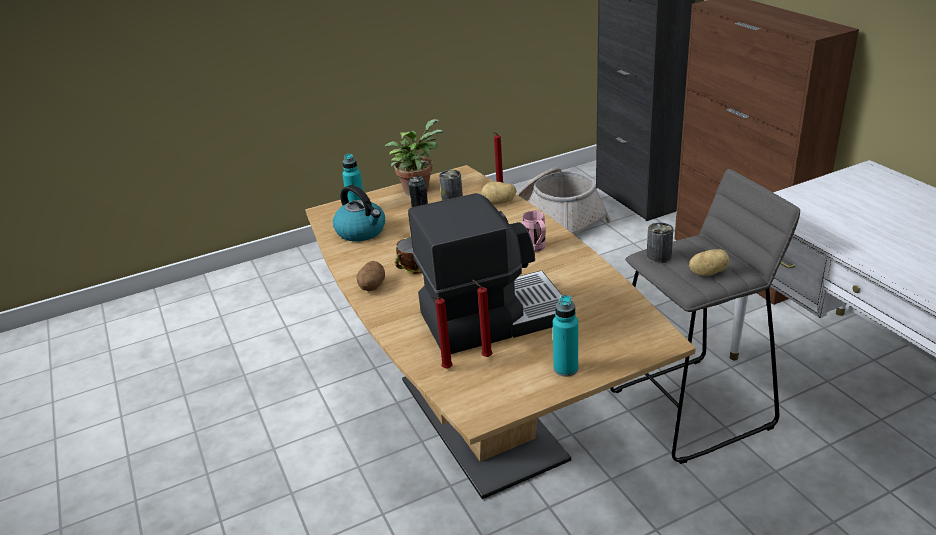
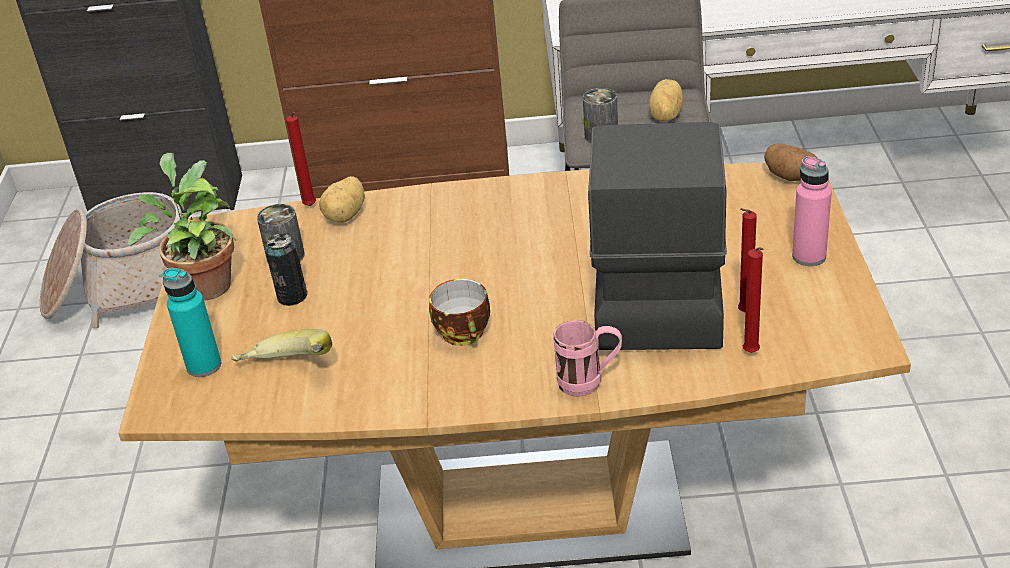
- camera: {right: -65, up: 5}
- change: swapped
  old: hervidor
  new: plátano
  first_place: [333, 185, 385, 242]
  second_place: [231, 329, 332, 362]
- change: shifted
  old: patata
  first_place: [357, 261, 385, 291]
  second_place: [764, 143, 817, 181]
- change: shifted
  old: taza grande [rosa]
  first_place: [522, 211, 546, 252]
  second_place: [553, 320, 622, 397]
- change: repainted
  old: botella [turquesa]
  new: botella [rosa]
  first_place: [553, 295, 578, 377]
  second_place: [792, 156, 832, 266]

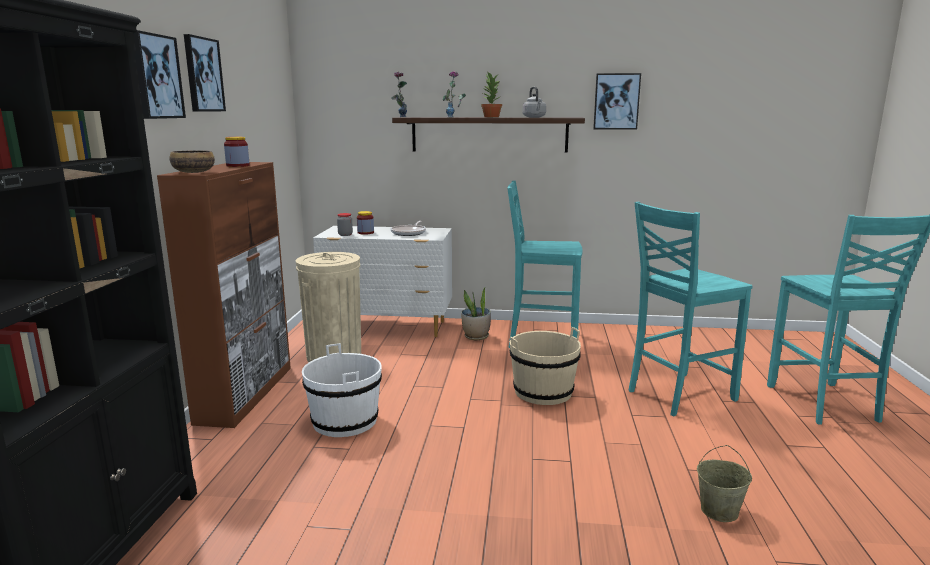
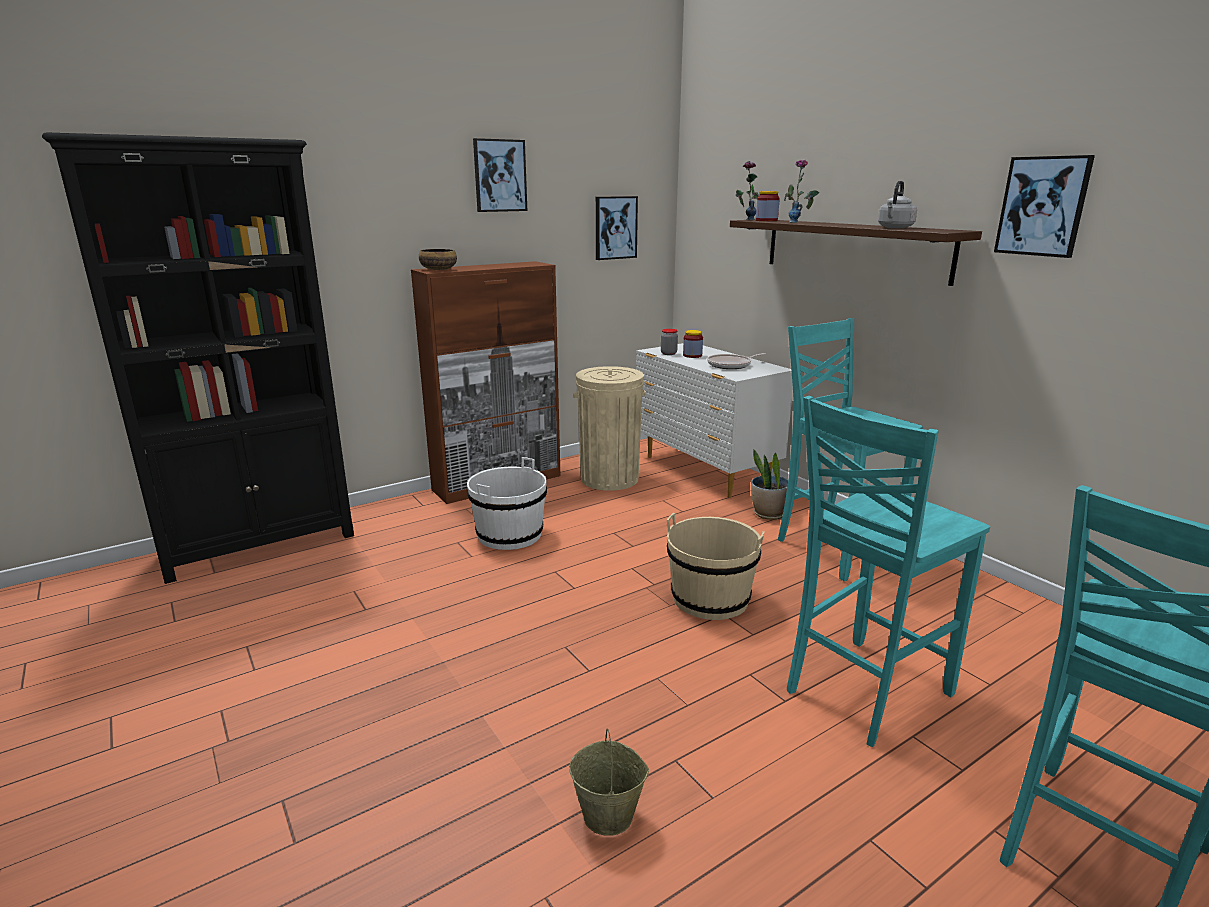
- camera: {right: 50, up: 5}
- change: shifted
  old: cuadro
  first_place: [134, 30, 186, 119]
  second_place: [596, 196, 638, 260]
- change: shifted
  old: tarro
  first_place: [224, 137, 250, 167]
  second_place: [756, 191, 780, 221]
- change: gone
  old: planta en maceta
  first_place: [481, 73, 502, 117]
- change: rotated
  old: silla [turquesa]
  first_place: [629, 202, 753, 416]
  second_place: [787, 396, 990, 747]
  degrees: -60

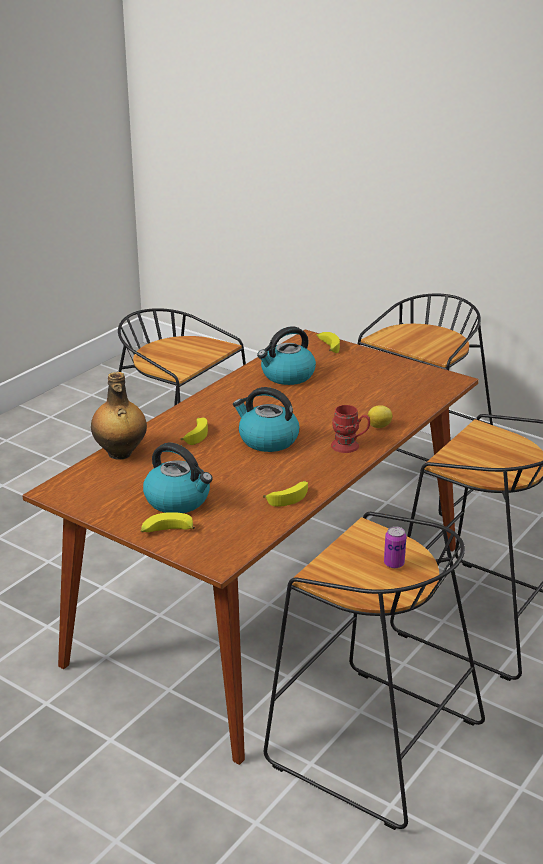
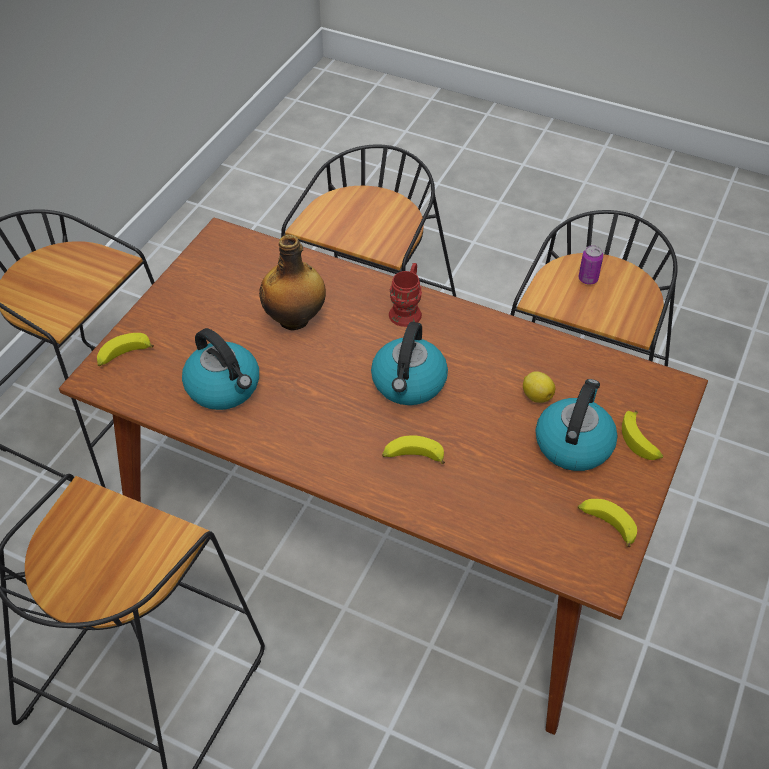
- camera: {right: -100, up: 20}
- change: shifted
  old: botella
  first_place: [91, 372, 147, 460]
  second_place: [259, 235, 326, 331]
- change: shifted
  old: plátano
  first_place: [263, 481, 308, 507]
  second_place: [578, 499, 637, 547]
- change: shifted
  old: limón
  first_place: [367, 405, 393, 428]
  second_place: [523, 371, 555, 403]

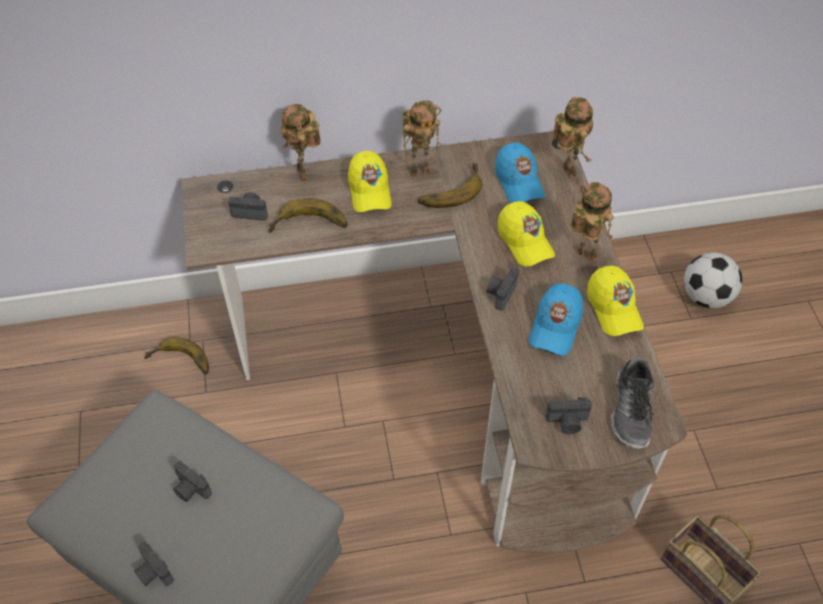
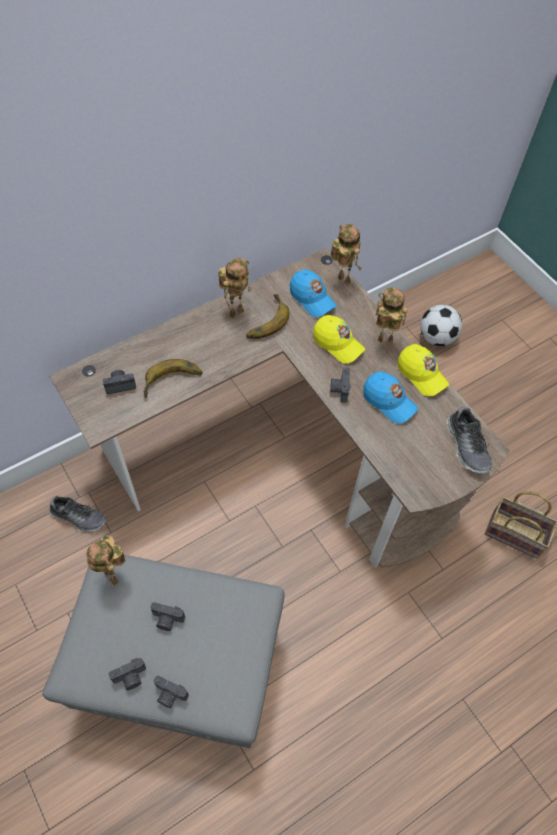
- camera: {right: -25, up: 5}
- change: swapped
  old: plátano
  new: zapato
  first_place: [145, 337, 209, 375]
  second_place: [50, 496, 106, 533]
- change: shifted
  old: robot de juguete
  first_place: [281, 104, 321, 181]
  second_place: [87, 535, 125, 585]
- change: gone
  old: gorra [amarillo]
  first_place: [348, 151, 392, 213]
- change: rotated
  old: gorra [azul]
  first_place: [529, 283, 583, 355]
  second_place: [363, 371, 418, 423]
  degrees: -45
- change: shifted
  old: cámara
  first_place: [546, 397, 592, 434]
  second_place: [108, 658, 146, 690]

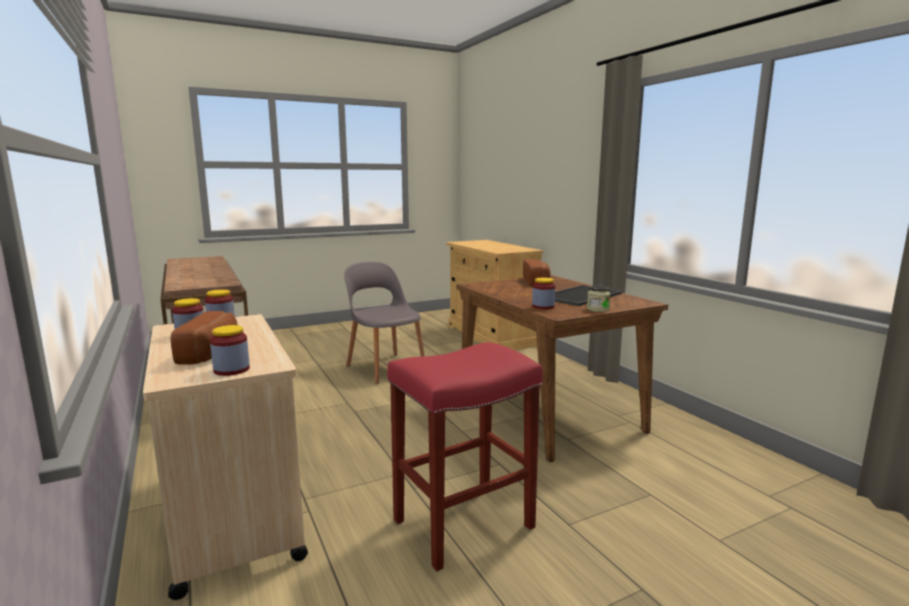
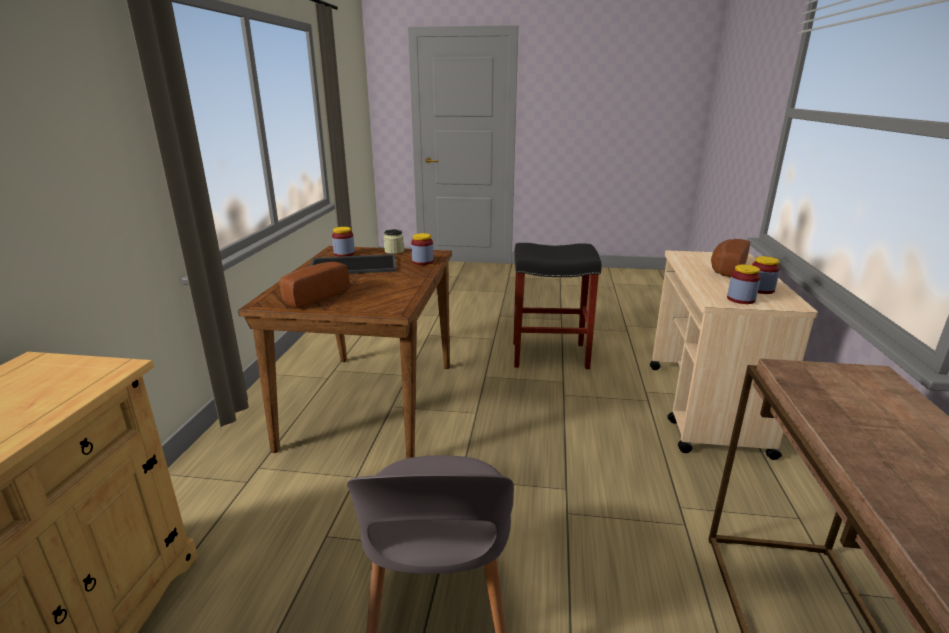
- camera: {right: -145, up: 10}
- change: shifted
  old: tarro
  first_place: [210, 325, 250, 376]
  second_place: [332, 227, 355, 257]
- change: repainted
  old: taburete [rojo]
  new: taburete [negro]
  first_place: [387, 342, 543, 571]
  second_place: [513, 243, 601, 369]

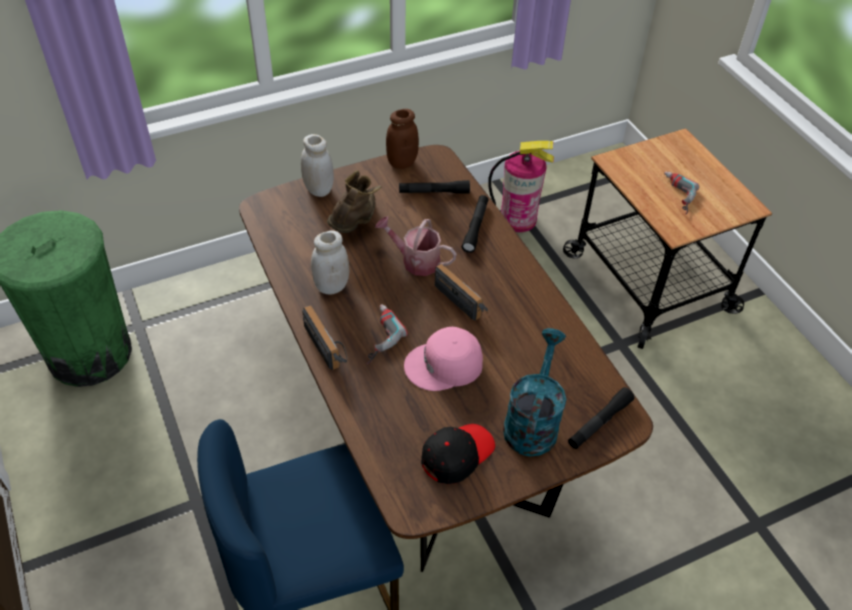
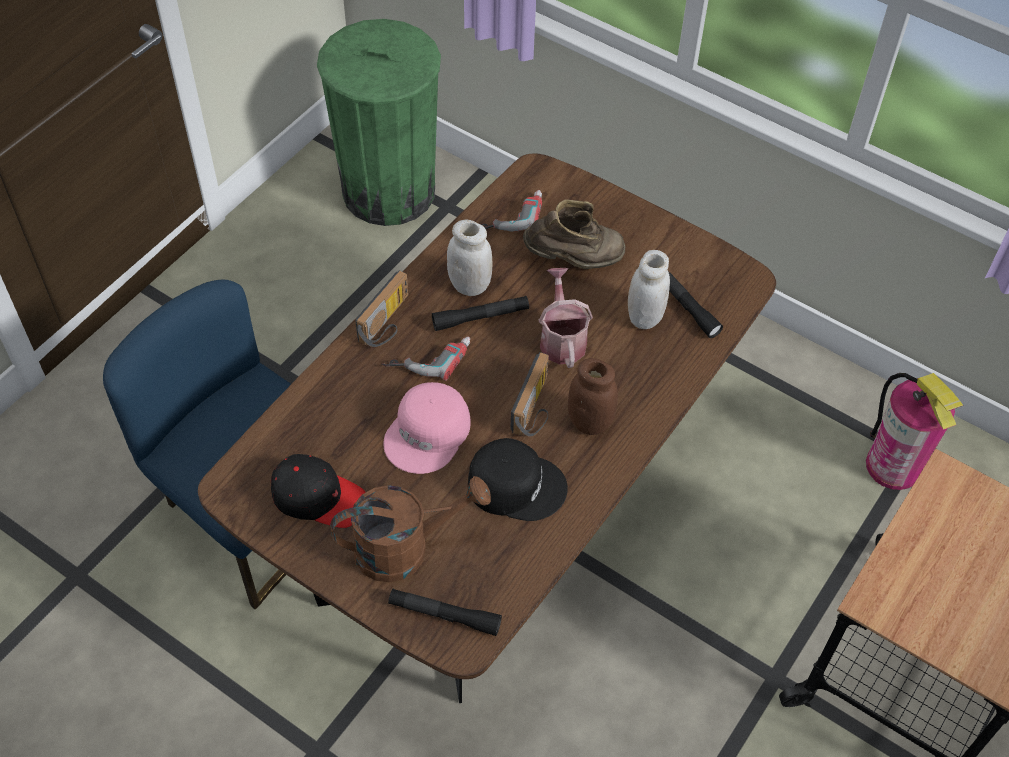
- camera: {right: 60, up: 5}
- change: shifted
  old: tarro [blanco]
  first_place: [301, 134, 334, 197]
  second_place: [628, 250, 670, 329]
- change: shifted
  old: tarro [marrón]
  first_place: [386, 109, 419, 169]
  second_place: [568, 358, 618, 435]
- change: rotated
  old: gorra [rosa]
  first_place: [404, 327, 483, 391]
  second_place: [383, 382, 471, 474]
  degrees: -105
- change: shifted
  old: linterna [negro]
  first_place: [462, 195, 489, 253]
  second_place: [432, 296, 529, 331]
- change: repainted
  old: regadera [turquesa]
  new: regadera [marrón]
  first_place: [503, 328, 566, 457]
  second_place: [330, 476, 491, 583]
- change: shifted
  old: taladro
  first_place: [664, 172, 699, 214]
  second_place: [481, 190, 542, 232]
- change: new
  new: gorra [negro]
  second_place: [468, 438, 568, 521]

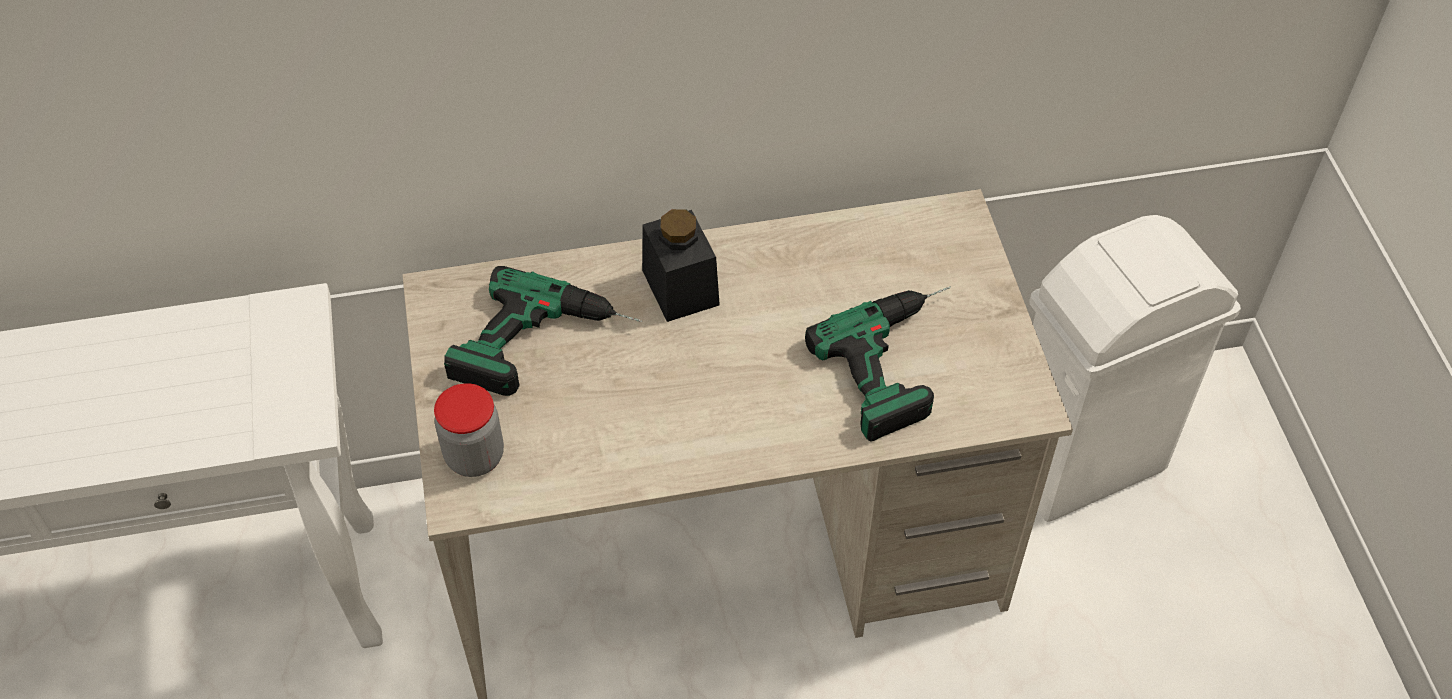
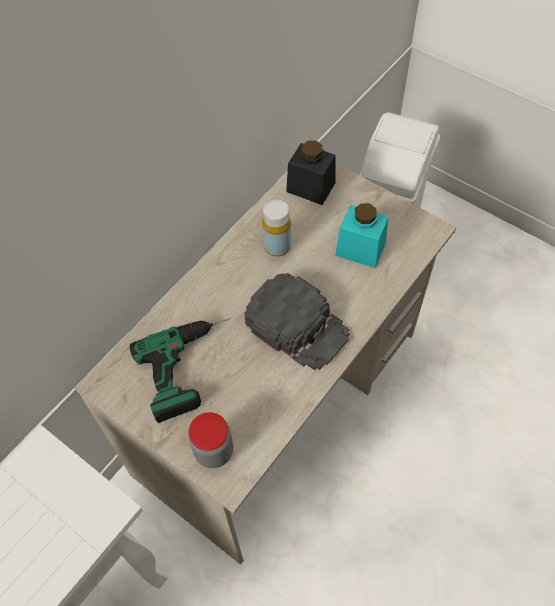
- camera: {right: -40, up: 5}
- change: shifted
  old: tarro [negro]
  first_place: [642, 209, 720, 322]
  second_place: [286, 141, 335, 205]
- change: swapped
  old: taladro
  new: tarro [turquesa]
  first_place: [805, 287, 951, 442]
  second_place: [335, 203, 389, 268]
- change: new
  new: gorra [negro]
  second_place: [244, 273, 350, 370]
- change: new
  new: botella [amarillo]
  second_place: [262, 200, 291, 257]

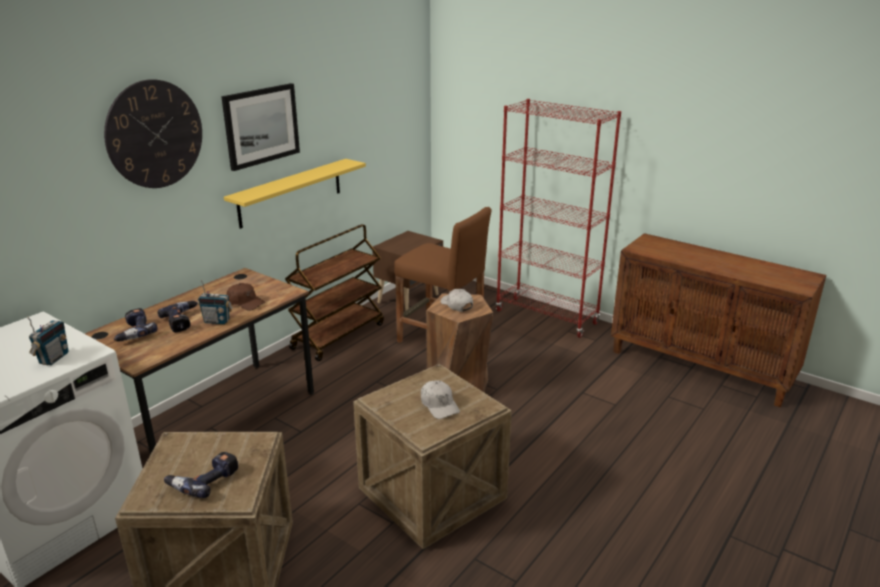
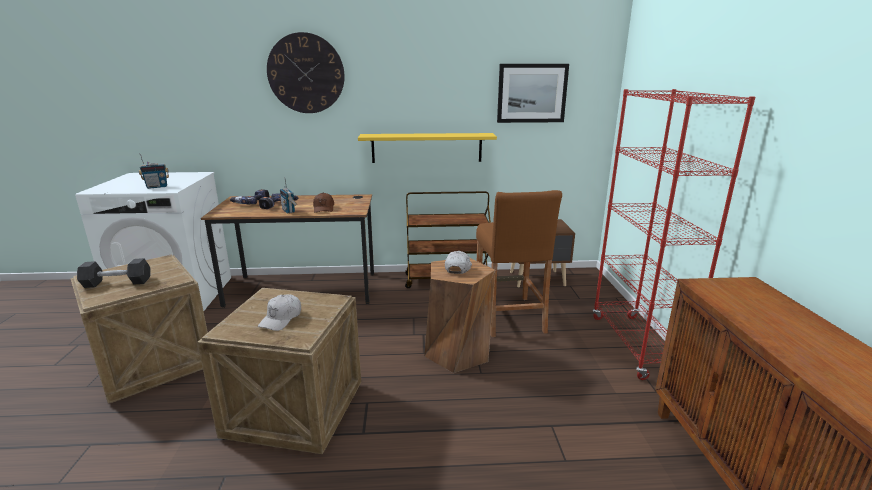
- camera: {right: 50, up: -5}
- change: swapped
  old: taladro
  new: mancuerna [gris]
  first_place: [164, 452, 238, 498]
  second_place: [77, 258, 150, 288]
- change: shifted
  old: cuadro
  first_place: [221, 83, 300, 171]
  second_place: [497, 64, 569, 123]

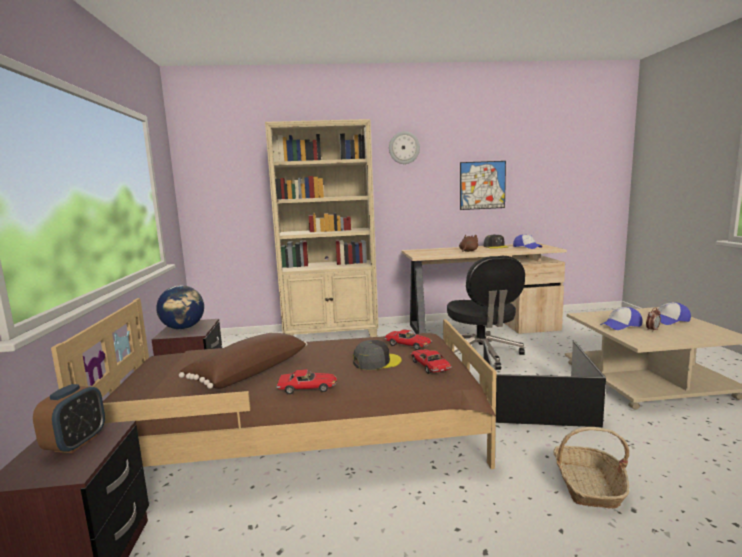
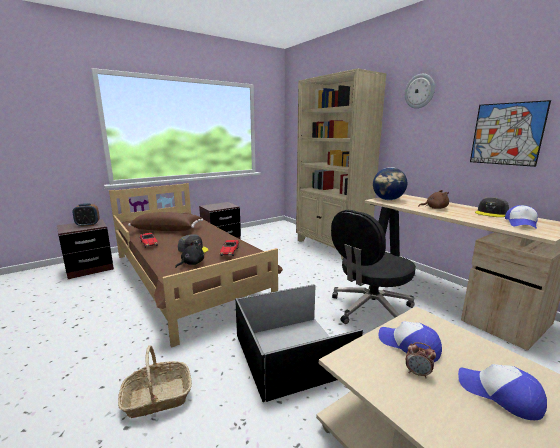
- camera: {right: 60, up: 5}
- change: shifted
  old: globo terráqueo
  first_place: [156, 285, 204, 329]
  second_place: [373, 167, 407, 200]
- change: swapped
  old: coche de juguete
  new: peluche [negro]
  first_place: [411, 349, 452, 374]
  second_place: [175, 241, 204, 268]

